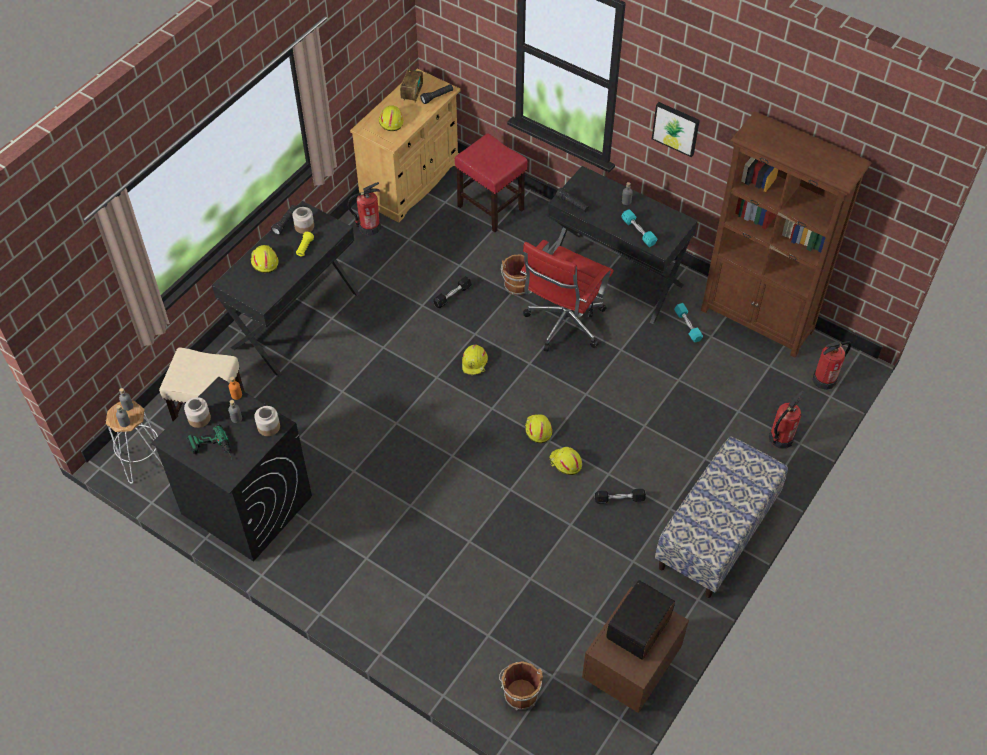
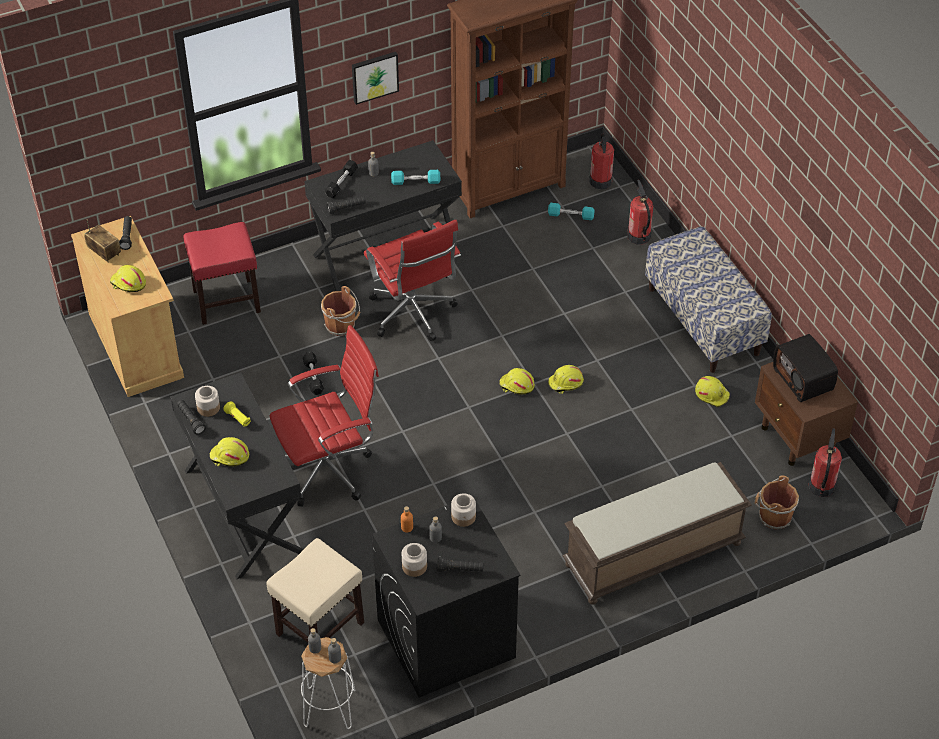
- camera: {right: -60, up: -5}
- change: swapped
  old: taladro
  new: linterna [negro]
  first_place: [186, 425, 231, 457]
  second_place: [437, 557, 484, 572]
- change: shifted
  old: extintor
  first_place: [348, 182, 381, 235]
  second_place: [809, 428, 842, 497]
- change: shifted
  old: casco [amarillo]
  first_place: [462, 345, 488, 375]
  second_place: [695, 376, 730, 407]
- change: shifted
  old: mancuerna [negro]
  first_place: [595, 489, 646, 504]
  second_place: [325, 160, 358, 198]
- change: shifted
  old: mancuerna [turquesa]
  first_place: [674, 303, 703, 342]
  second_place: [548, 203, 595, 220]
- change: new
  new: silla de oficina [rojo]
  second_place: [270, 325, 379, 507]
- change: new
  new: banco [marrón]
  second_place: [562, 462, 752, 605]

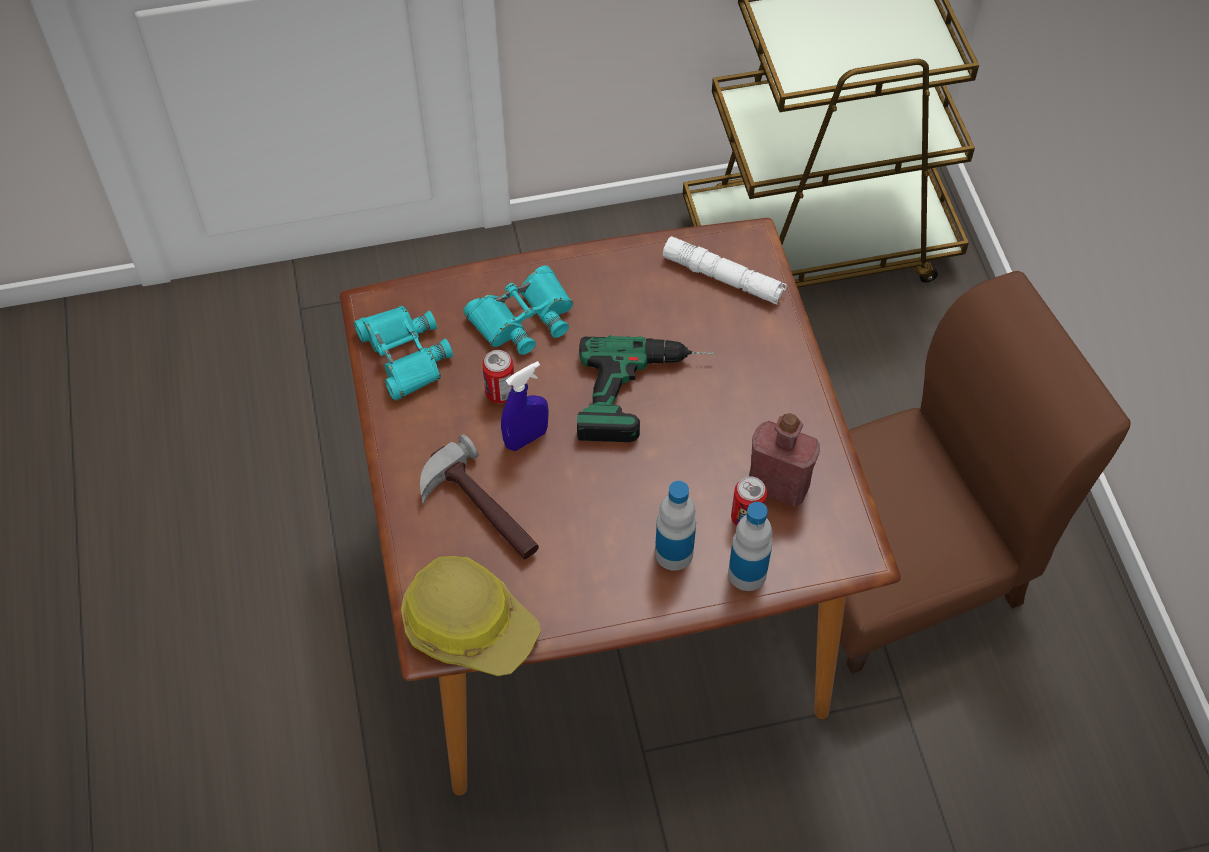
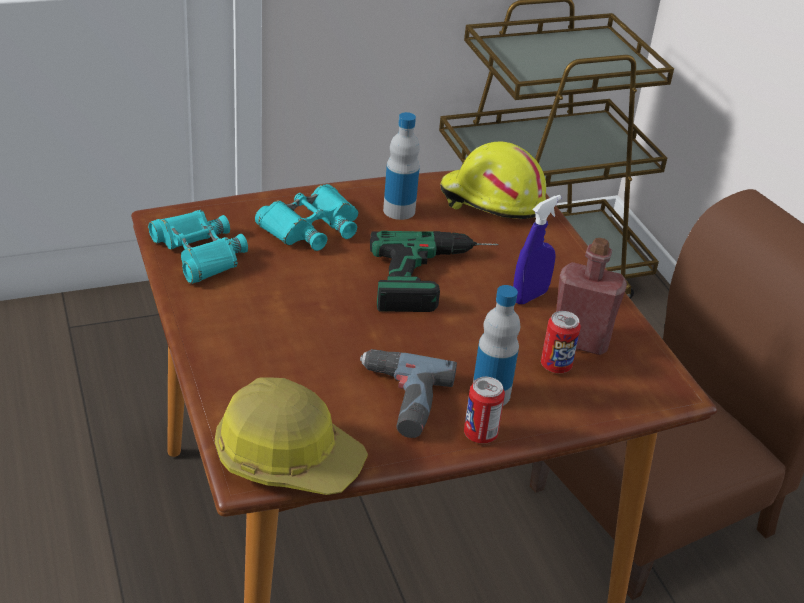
- camera: {right: -10, up: -20}
- change: gone
  old: martillo
  first_place: [420, 434, 539, 560]
- change: shifted
  old: lata
  first_place: [482, 350, 514, 404]
  second_place: [464, 377, 505, 443]
- change: shifted
  old: pulverizador [azul]
  first_place: [501, 361, 549, 451]
  second_place: [513, 195, 561, 304]
- change: swapped
  old: linterna [blanco]
  new: casco [amarillo]
  first_place: [663, 236, 787, 305]
  second_place: [440, 142, 546, 219]
- change: shifted
  old: botella
  first_place: [728, 502, 772, 591]
  second_place: [383, 112, 420, 220]
- change: new
  new: taladro
  second_place: [360, 349, 457, 438]

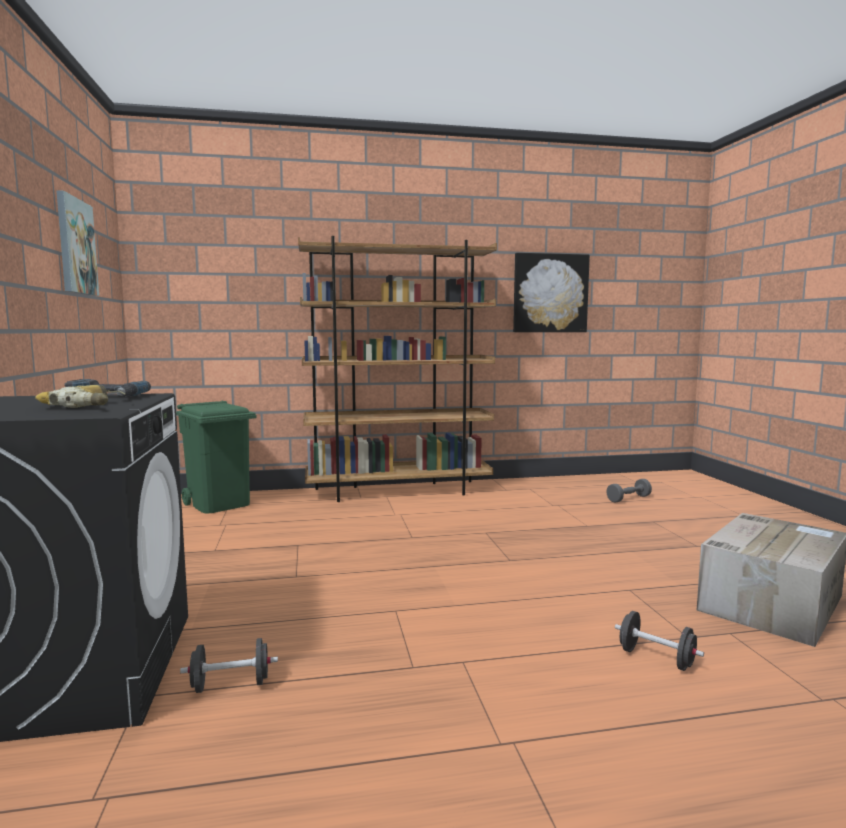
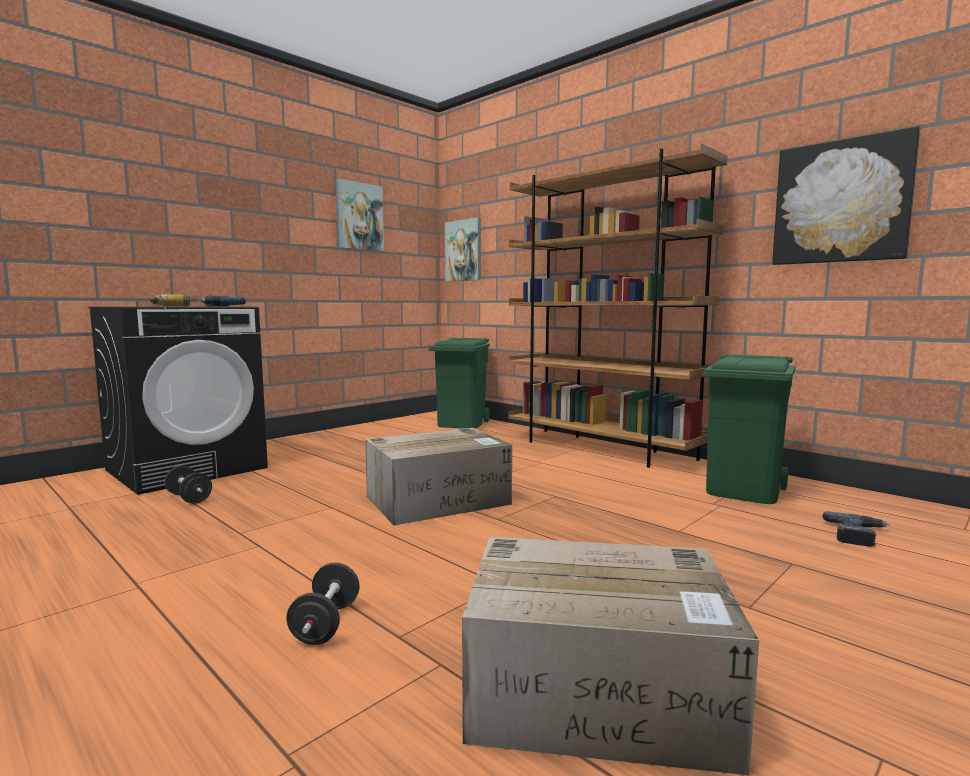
- camera: {right: 55, up: 0}
- change: swapped
  old: mancuerna [gris]
  new: taladro
  first_place: [606, 479, 652, 502]
  second_place: [822, 511, 889, 547]
- change: new
  new: caja de cartón
  second_place: [365, 428, 512, 526]
- change: new
  new: cuadro
  second_place: [445, 217, 481, 282]
- change: new
  new: papelera [verde]
  second_place: [703, 354, 796, 504]

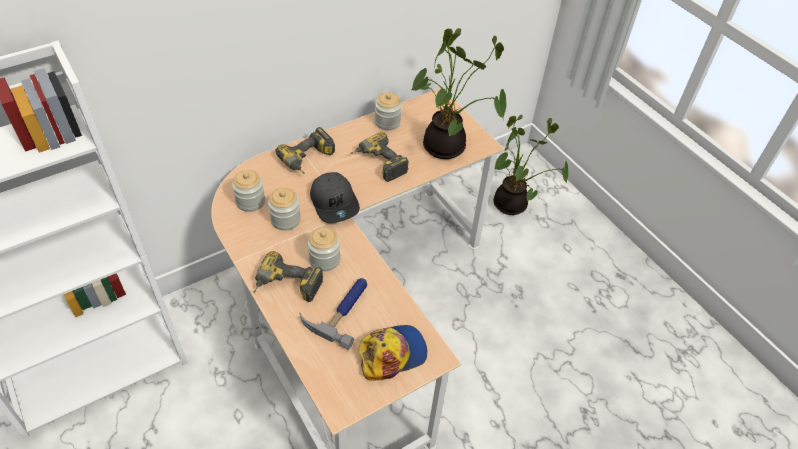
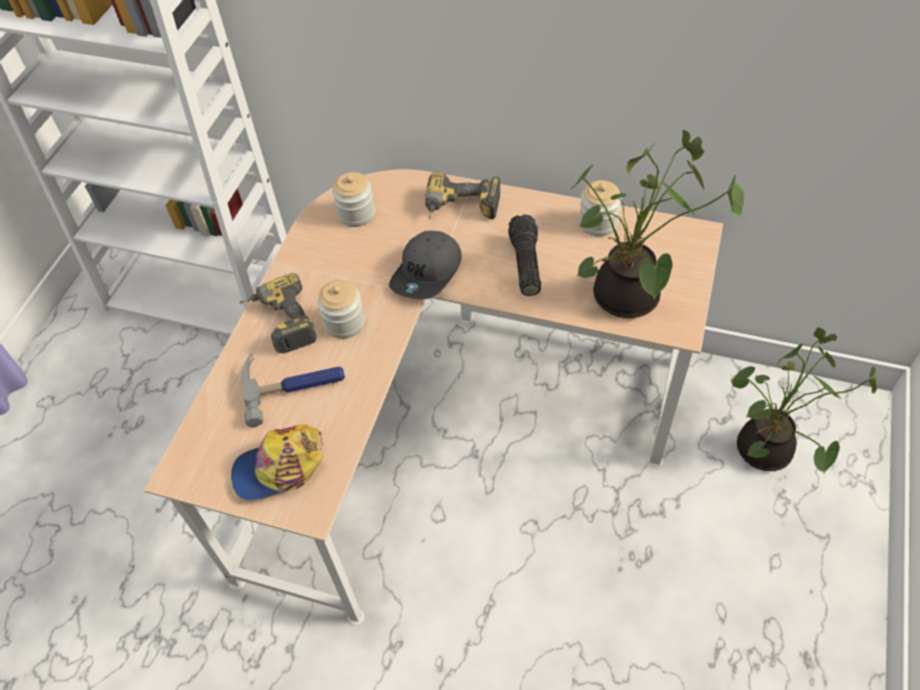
- camera: {right: 55, up: 5}
- change: gone
  old: tarro
  first_place: [268, 188, 301, 231]
- change: swapped
  old: taladro
  new: linterna
  first_place: [350, 132, 409, 182]
  second_place: [508, 214, 541, 296]
- change: rotated
  old: gorra
  first_place: [358, 325, 427, 381]
  second_place: [231, 424, 323, 501]
  degrees: 135

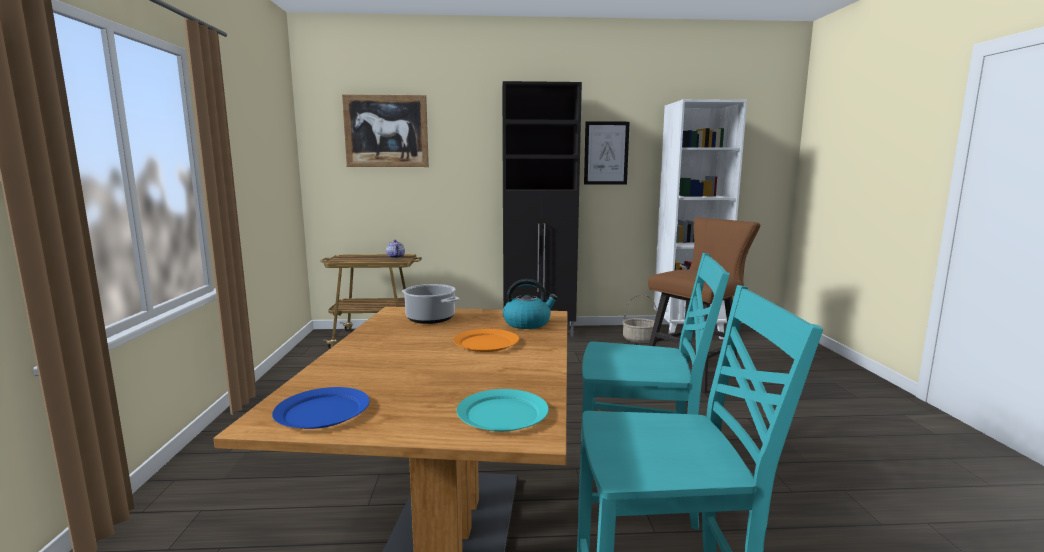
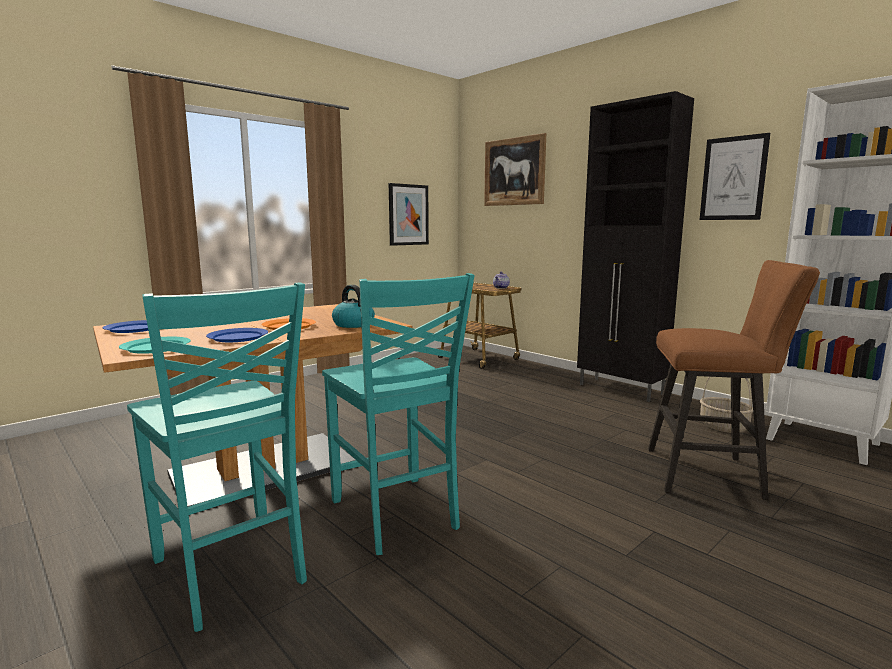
- camera: {right: 50, up: 0}
- change: gone
  old: olla
  first_place: [402, 284, 459, 324]
- change: new
  new: plato [azul]
  second_place: [206, 328, 268, 342]
- change: new
  new: cuadro
  second_place: [389, 183, 429, 246]

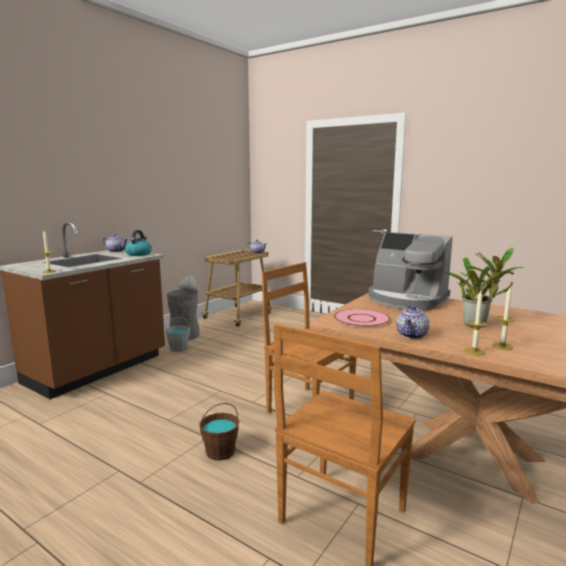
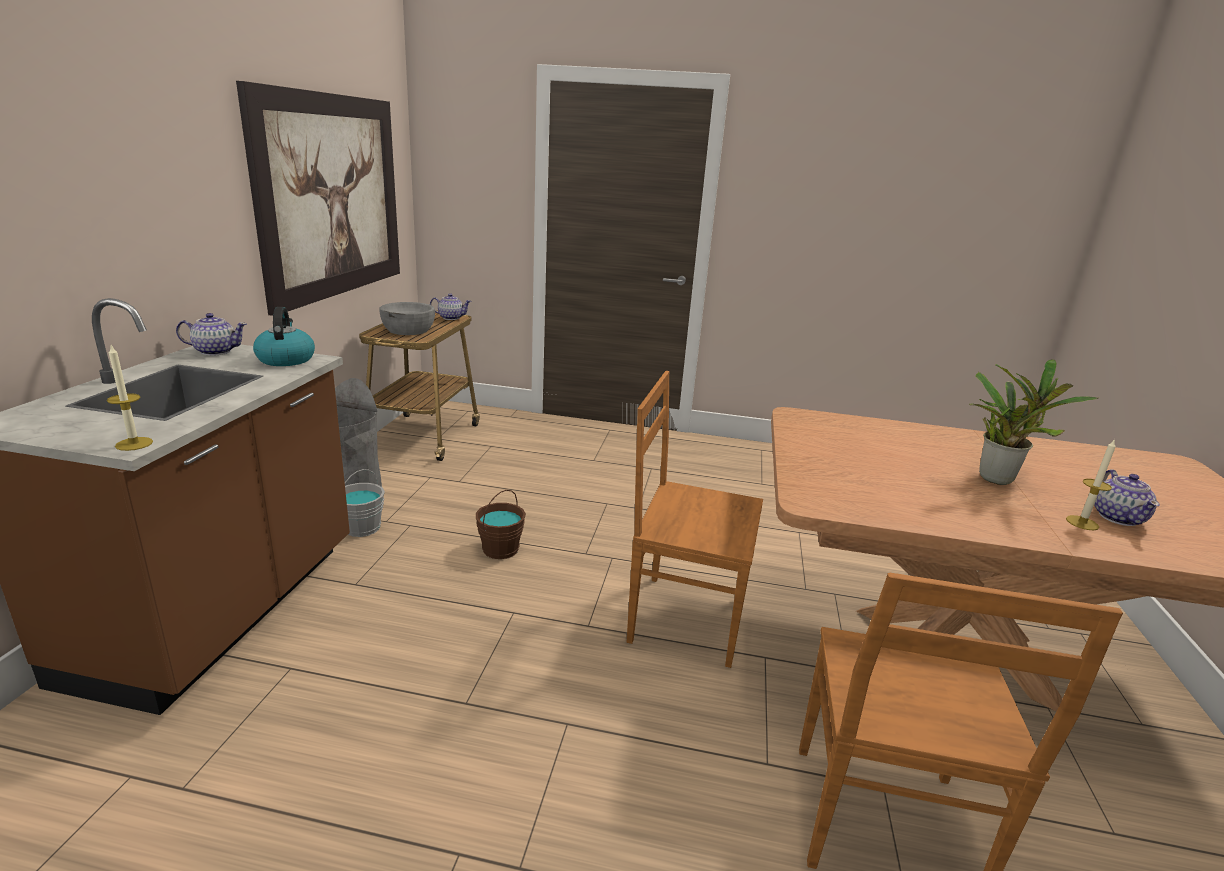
- camera: {right: -25, up: 10}
- change: shifted
  old: cubo [marrón]
  first_place: [200, 403, 239, 461]
  second_place: [476, 490, 526, 559]
- change: gone
  old: plato [rosa]
  first_place: [334, 309, 390, 328]
- change: gone
  old: cafetera
  first_place: [368, 232, 453, 310]
- change: shifted
  old: tetera
  first_place: [396, 306, 429, 339]
  second_place: [1094, 469, 1160, 526]
- change: gone
  old: vela
  first_place: [464, 291, 486, 355]
- change: new
  new: cuadro
  second_place: [236, 81, 400, 316]
- change: new
  new: cuenco [gris]
  second_place: [380, 302, 435, 335]

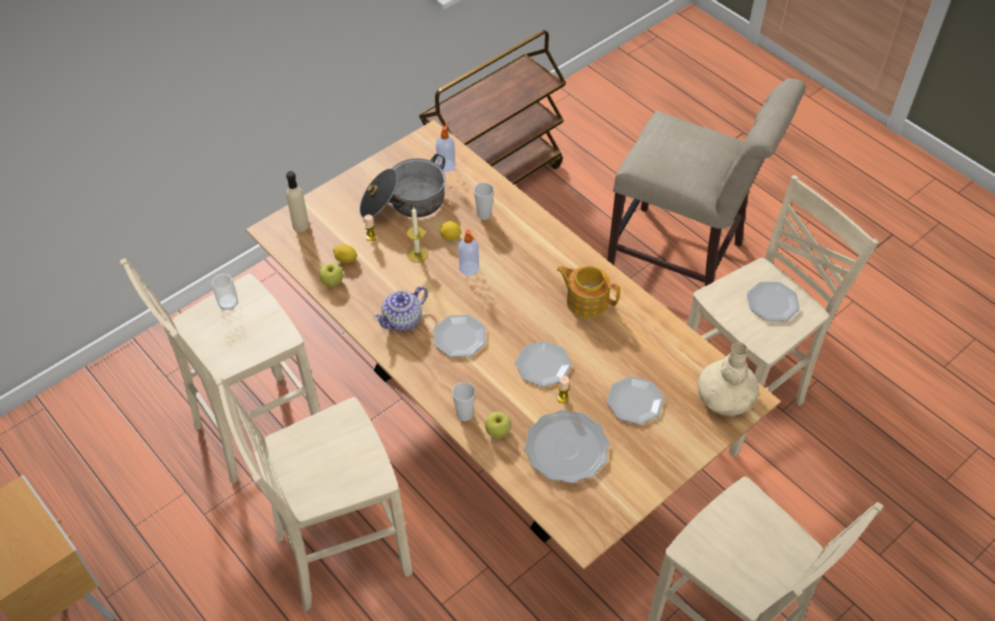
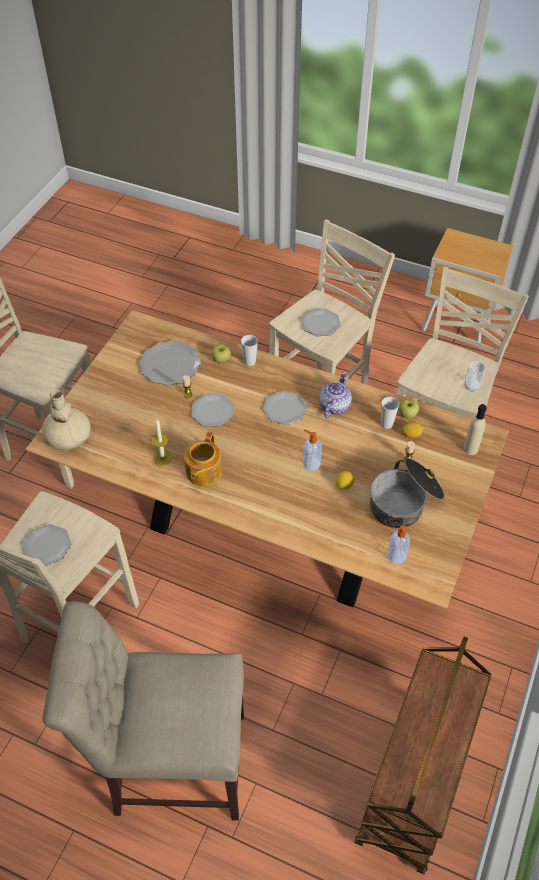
- camera: {right: 155, up: 0}
- change: shifted
  old: vela
  first_place: [407, 207, 428, 263]
  second_place: [152, 420, 172, 466]
- change: shifted
  old: taza
  first_place: [474, 183, 494, 220]
  second_place: [381, 397, 399, 429]
- change: rotated
  old: tetera
  first_place: [557, 266, 620, 318]
  second_place: [184, 432, 223, 486]
  degrees: 105
- change: shifted
  old: plato
  first_place: [607, 376, 664, 425]
  second_place: [301, 308, 341, 336]

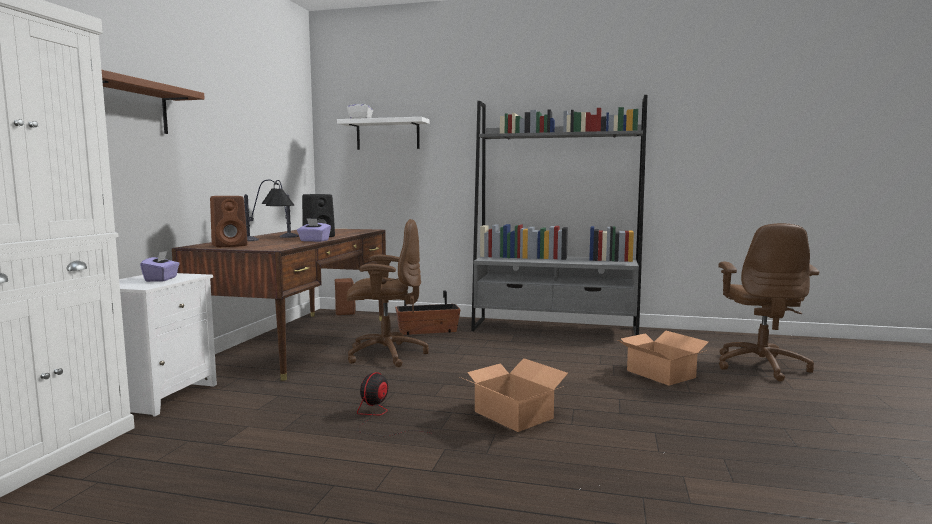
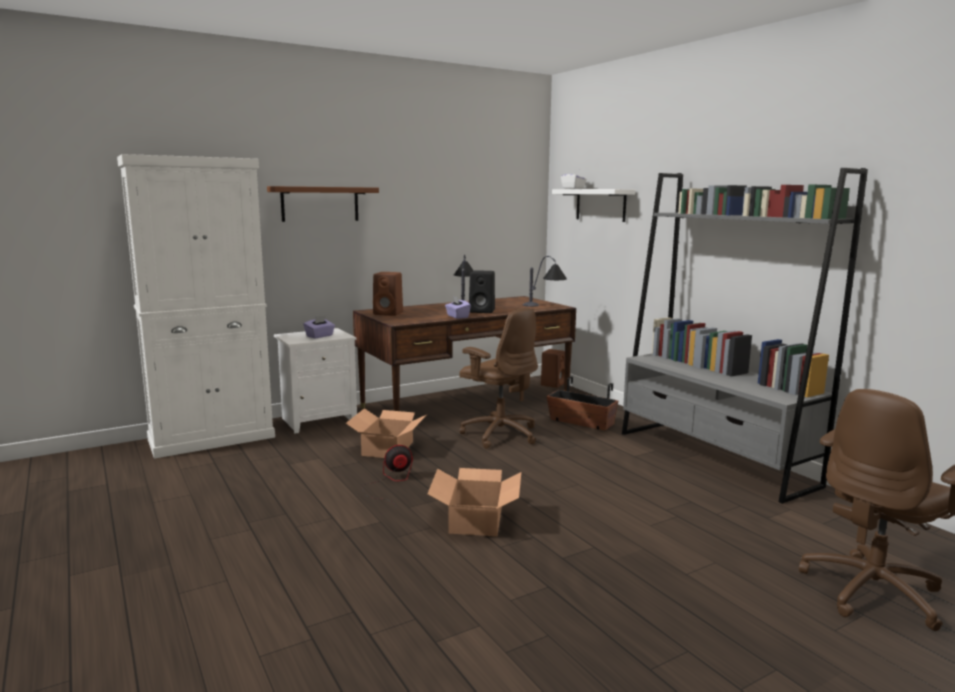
- camera: {right: 45, up: 5}
- change: shifted
  old: lámpara de mesa
  first_place: [244, 180, 294, 241]
  second_place: [523, 256, 567, 307]
- change: shifted
  old: caja de cartón
  first_place: [618, 331, 708, 386]
  second_place: [346, 408, 426, 458]

